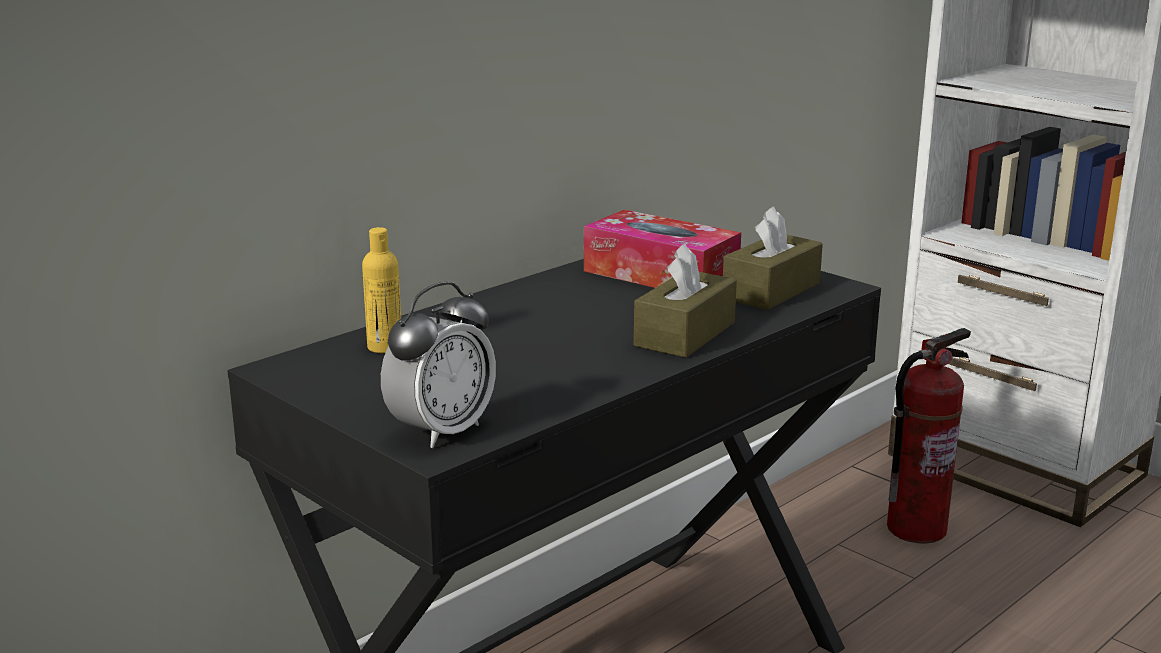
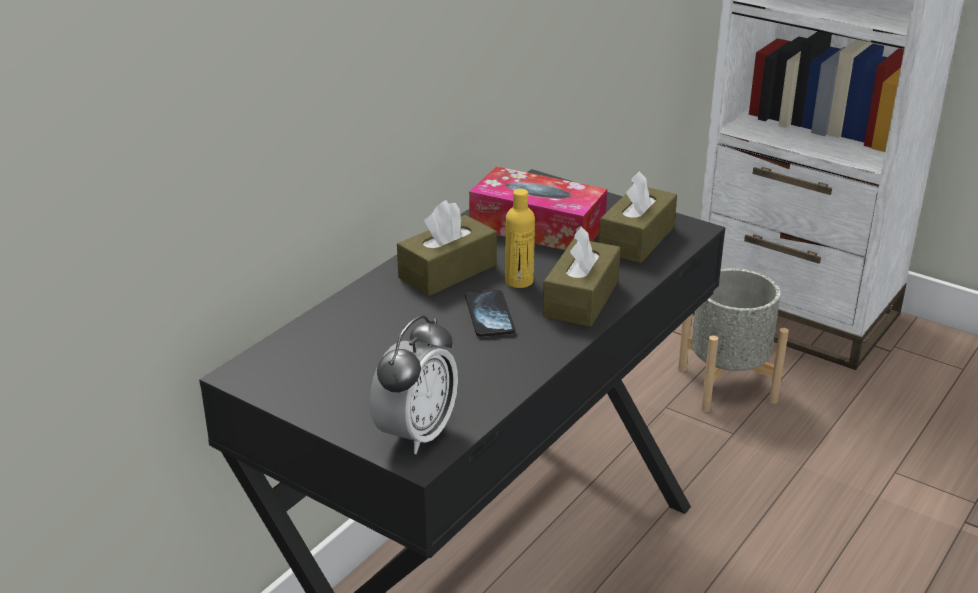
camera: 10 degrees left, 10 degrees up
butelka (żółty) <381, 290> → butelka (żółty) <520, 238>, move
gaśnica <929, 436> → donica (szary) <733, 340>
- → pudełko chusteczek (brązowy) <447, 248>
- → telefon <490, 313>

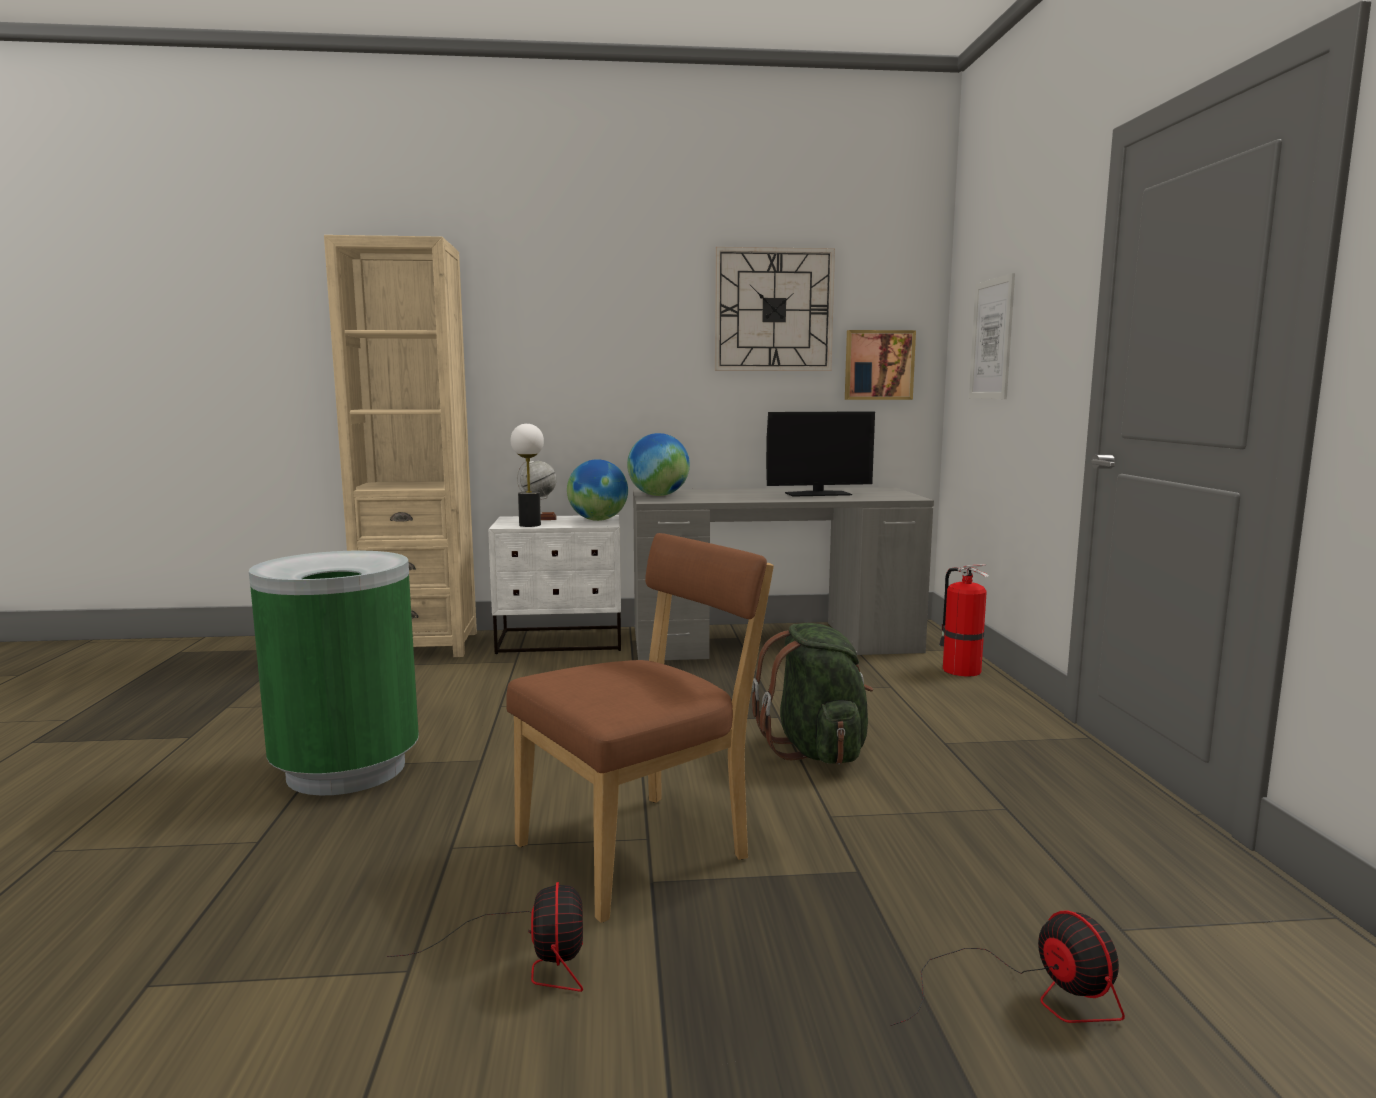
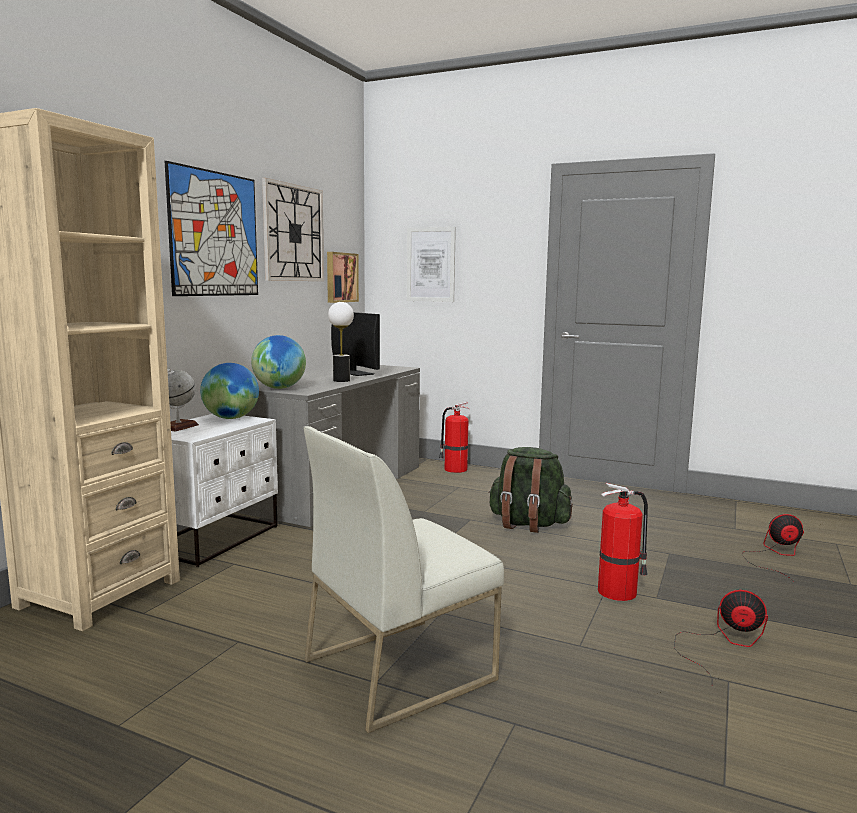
camera: 60 degrees left, 0 degrees up
kosz na śmieci (zielony) <334, 673> → krzesło (biały) <404, 579>
krzesło (brązowy) <640, 728> → gaśnica <623, 542>
lampa stołowa <527, 475> → lampa stołowa <341, 342>, move
monitor <820, 454> → monitor <355, 344>, 60 degrees counterclockwise
- → obraz <211, 228>

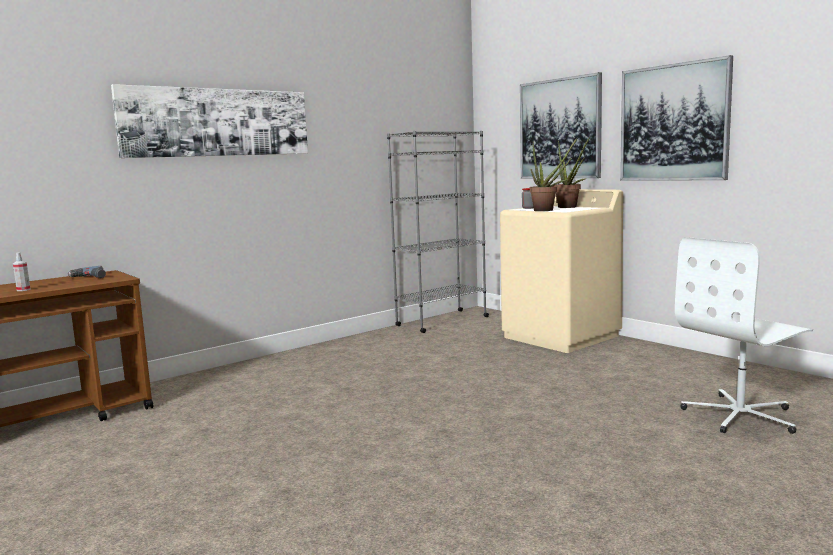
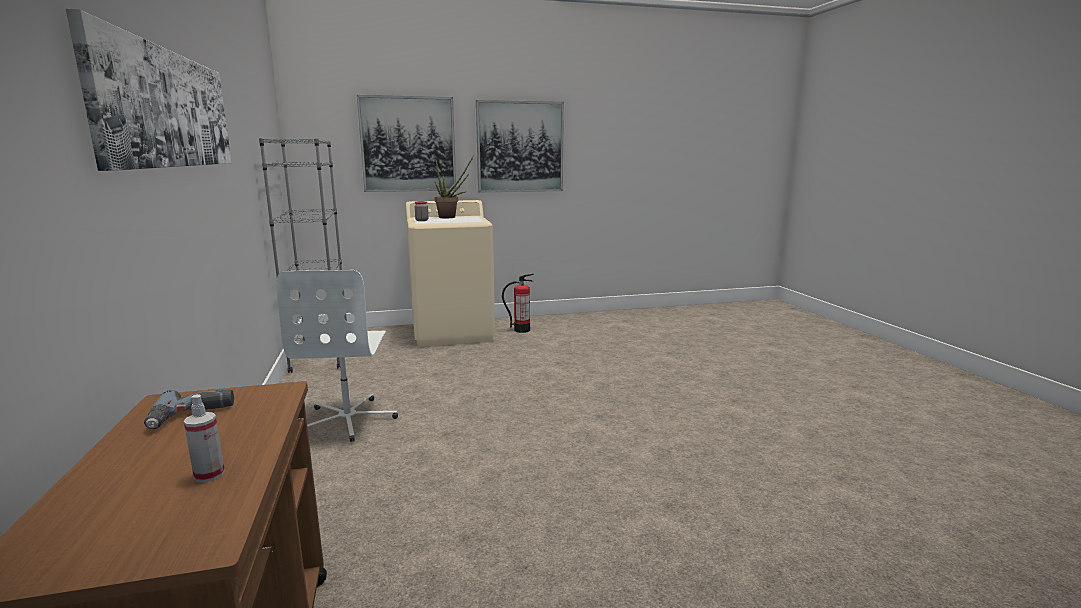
camera: 65 degrees left, 5 degrees up
roślina doniczkowa <554, 174> → -
krzesło biurowe (biały) <744, 335> → krzesło biurowe (biały) <337, 356>, move
- → gaśnica <518, 303>

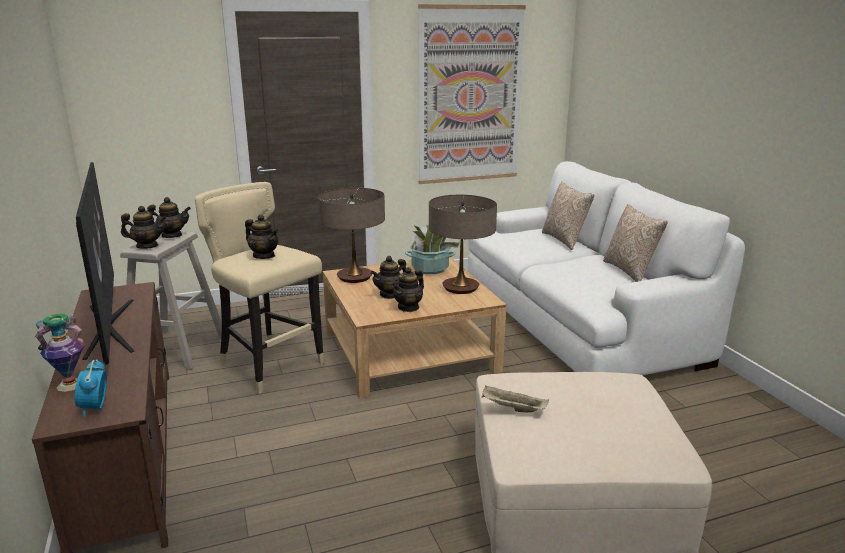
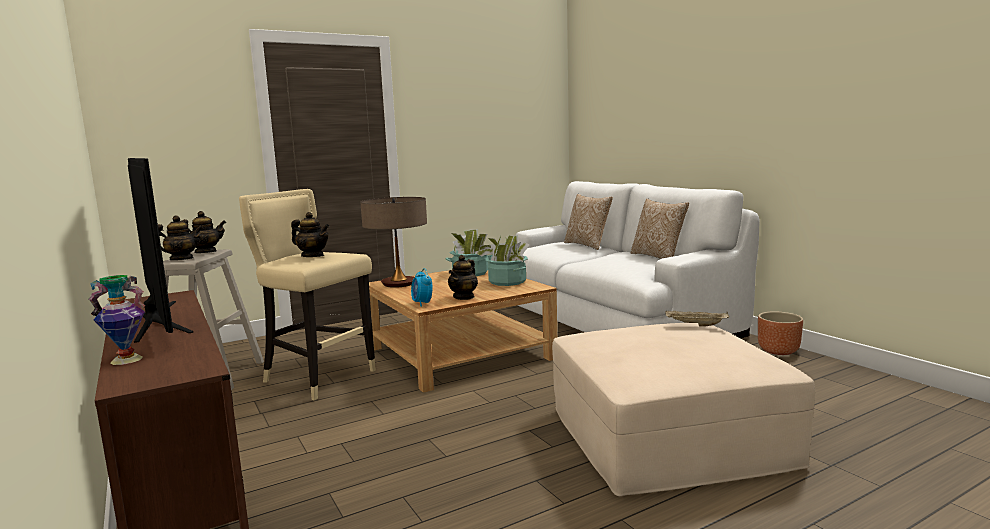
camera: 10 degrees left, 10 degrees down
budzik <91, 388> → budzik <422, 287>, move
imbryk <388, 277> → -
obraz <472, 94> → -
lampa stołowa <463, 244> → roślina doniczkowa <502, 260>
taca (beżowy) <515, 399> → taca (beżowy) <697, 319>, move
- → donica (brązowy) <780, 333>

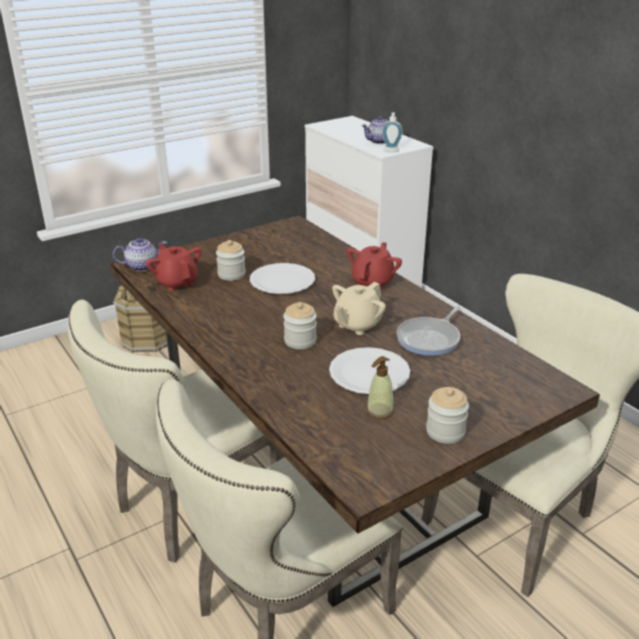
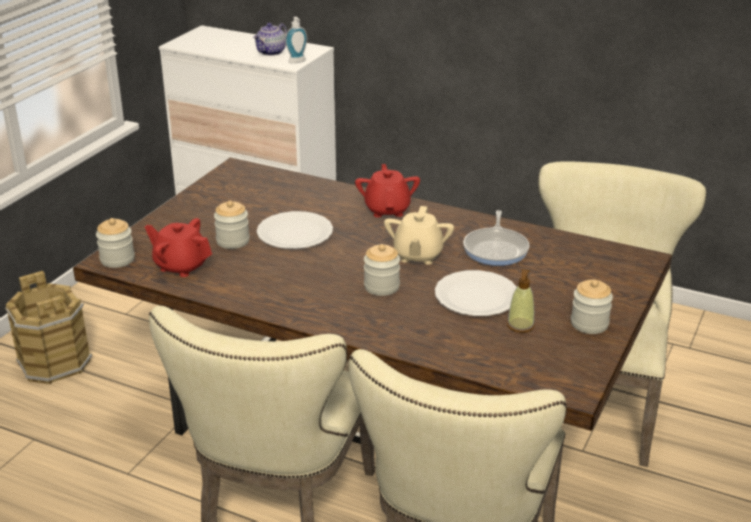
camera: 30 degrees left, 0 degrees up
imbryk <140, 254> → słoik <115, 243>

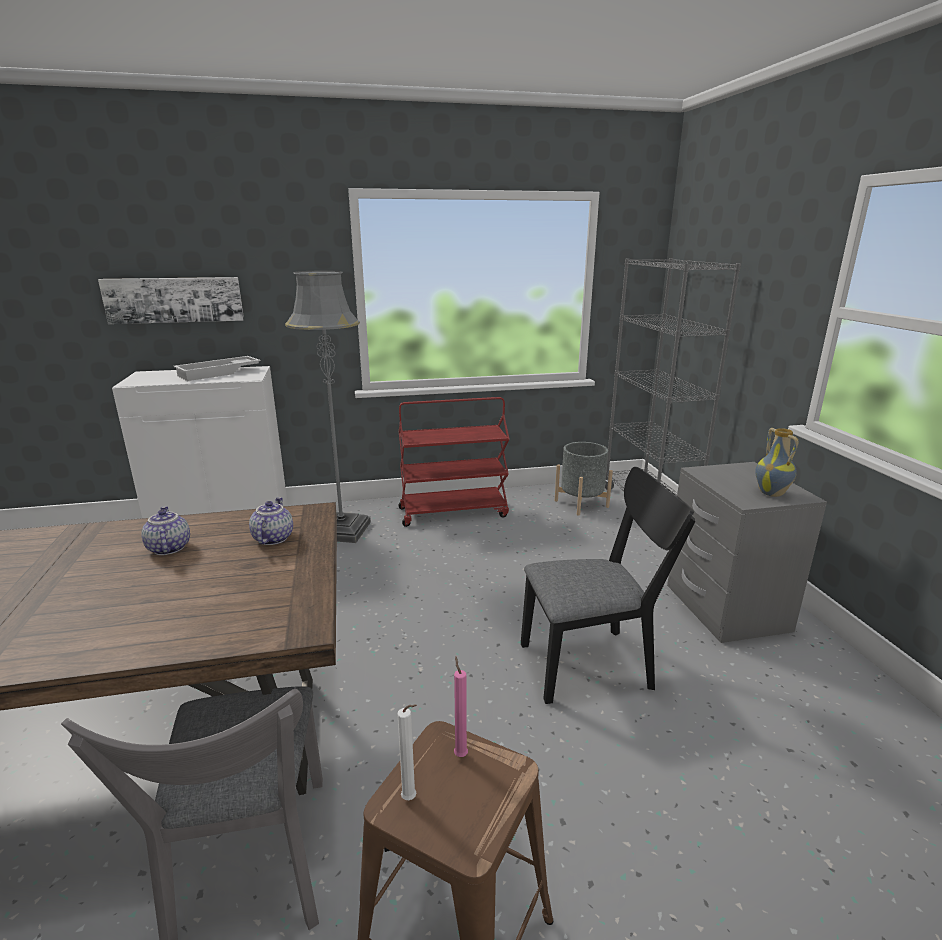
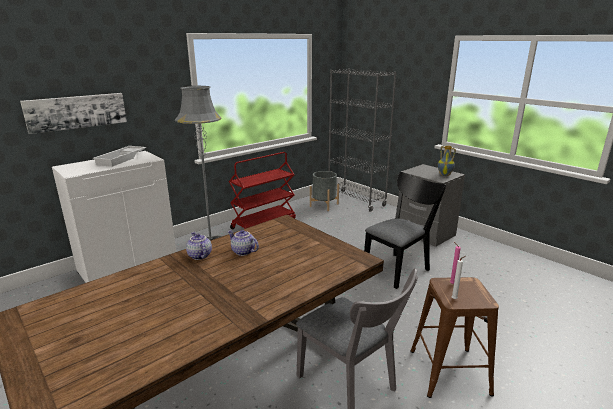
camera: 30 degrees left, 0 degrees up
imbryk <271, 521> → imbryk <199, 246>, move

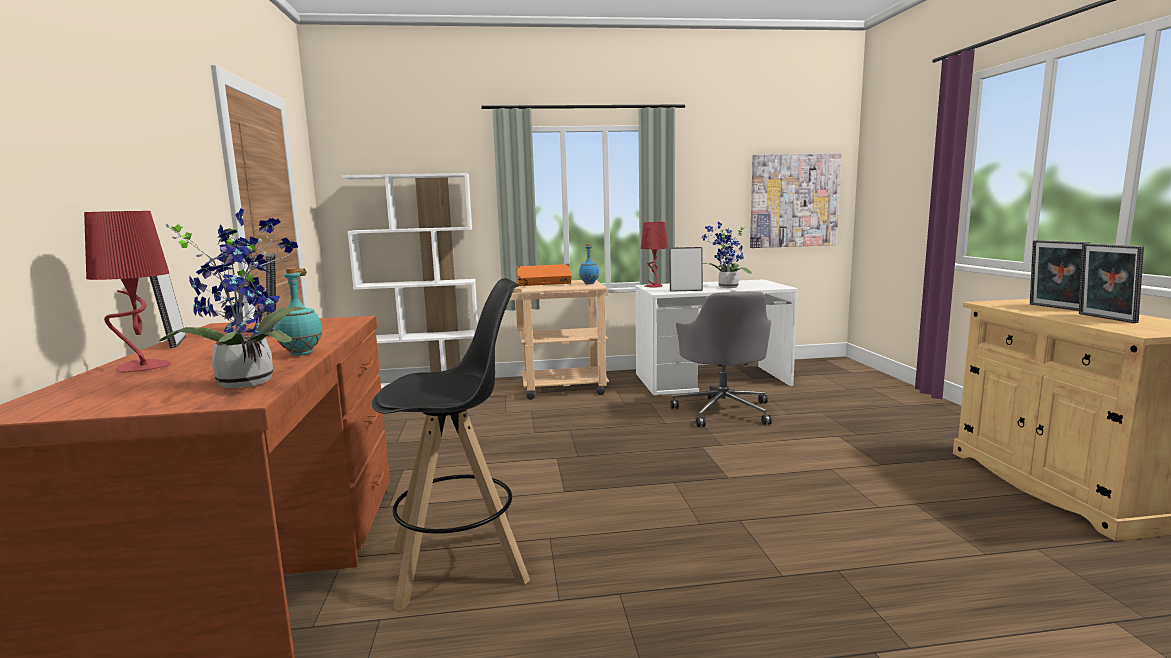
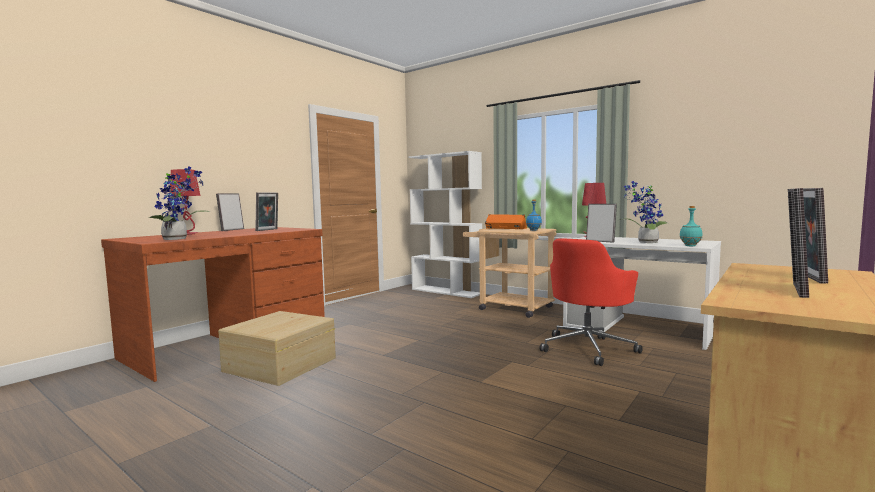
camera: 45 degrees right, 5 degrees down
butelka (turkusowy) <298, 312> → butelka (turkusowy) <691, 226>, move
stołek (czarny) <451, 444> → pojemnik do przechowywania (beżowy) <277, 348>
krzesło biurowe (szary) <721, 359> → krzesło biurowe (czerwony) <591, 302>
obraz <796, 200> → -

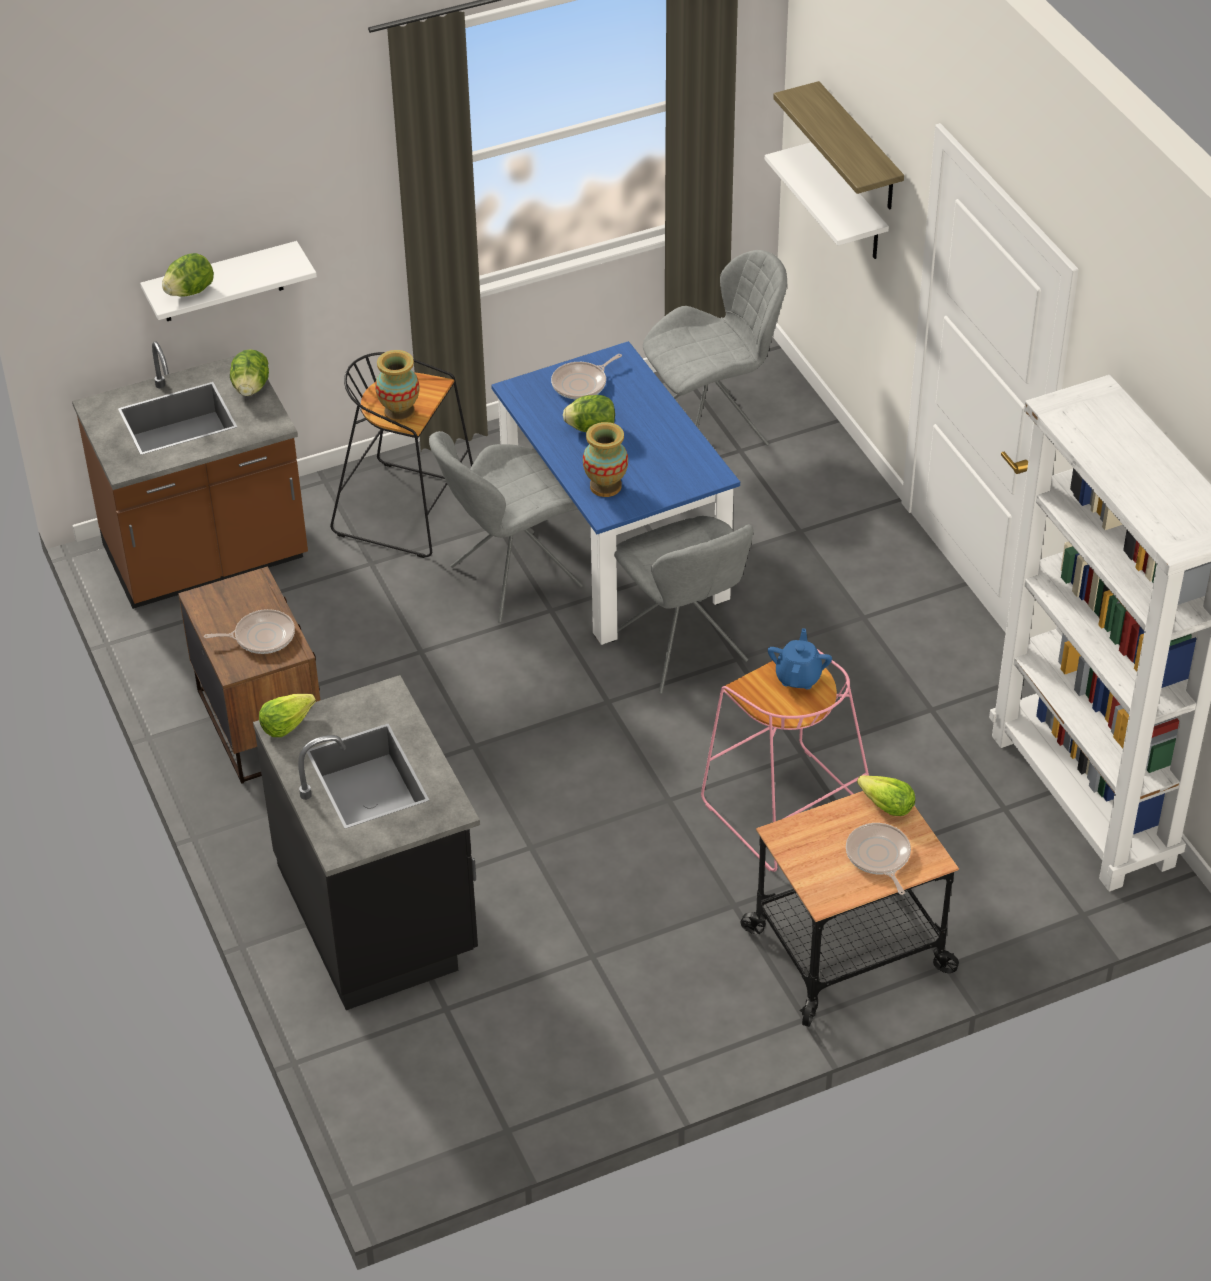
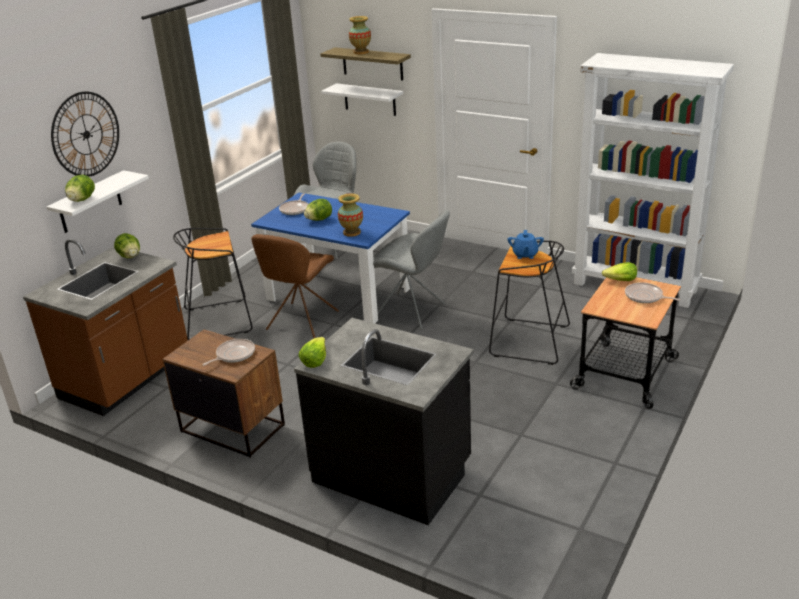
camera: 35 degrees left, 15 degrees down
wazon <397, 386> → wazon <360, 35>, move
krzesło (szary) <506, 527> → krzesło (brązowy) <295, 286>
stołek (różowy) <785, 760> → stołek (czarny) <529, 302>
imbryk (niebieski) <800, 658> → imbryk (niebieski) <526, 244>, 150 degrees counterclockwise
- → zegar ścienny <85, 134>

